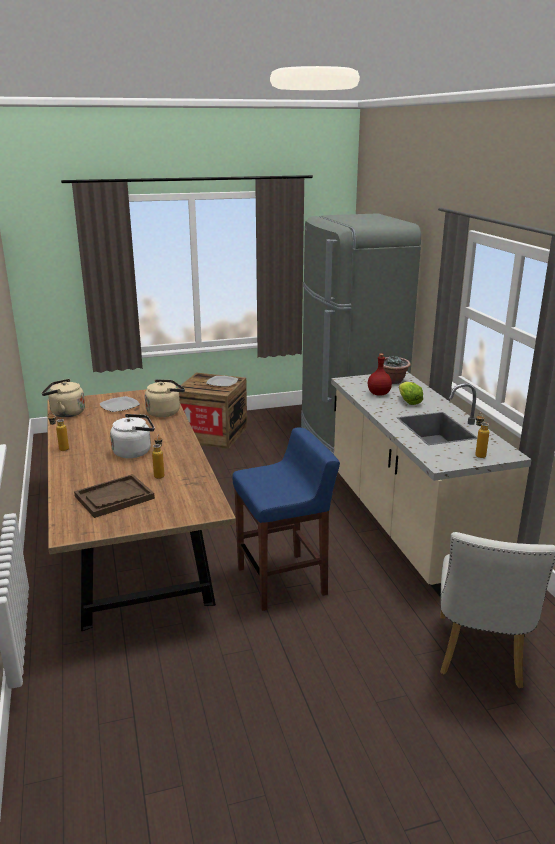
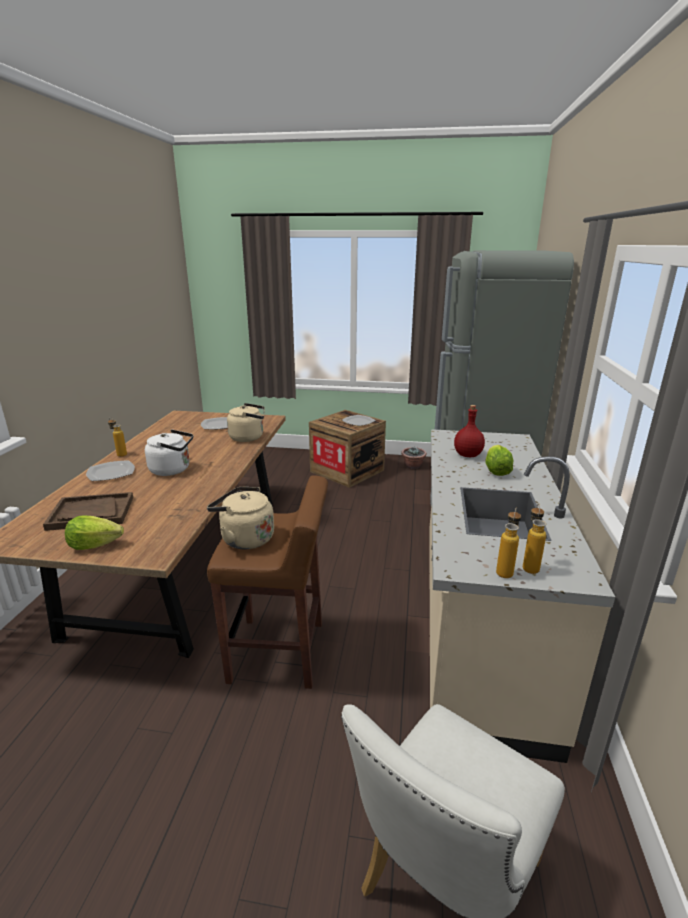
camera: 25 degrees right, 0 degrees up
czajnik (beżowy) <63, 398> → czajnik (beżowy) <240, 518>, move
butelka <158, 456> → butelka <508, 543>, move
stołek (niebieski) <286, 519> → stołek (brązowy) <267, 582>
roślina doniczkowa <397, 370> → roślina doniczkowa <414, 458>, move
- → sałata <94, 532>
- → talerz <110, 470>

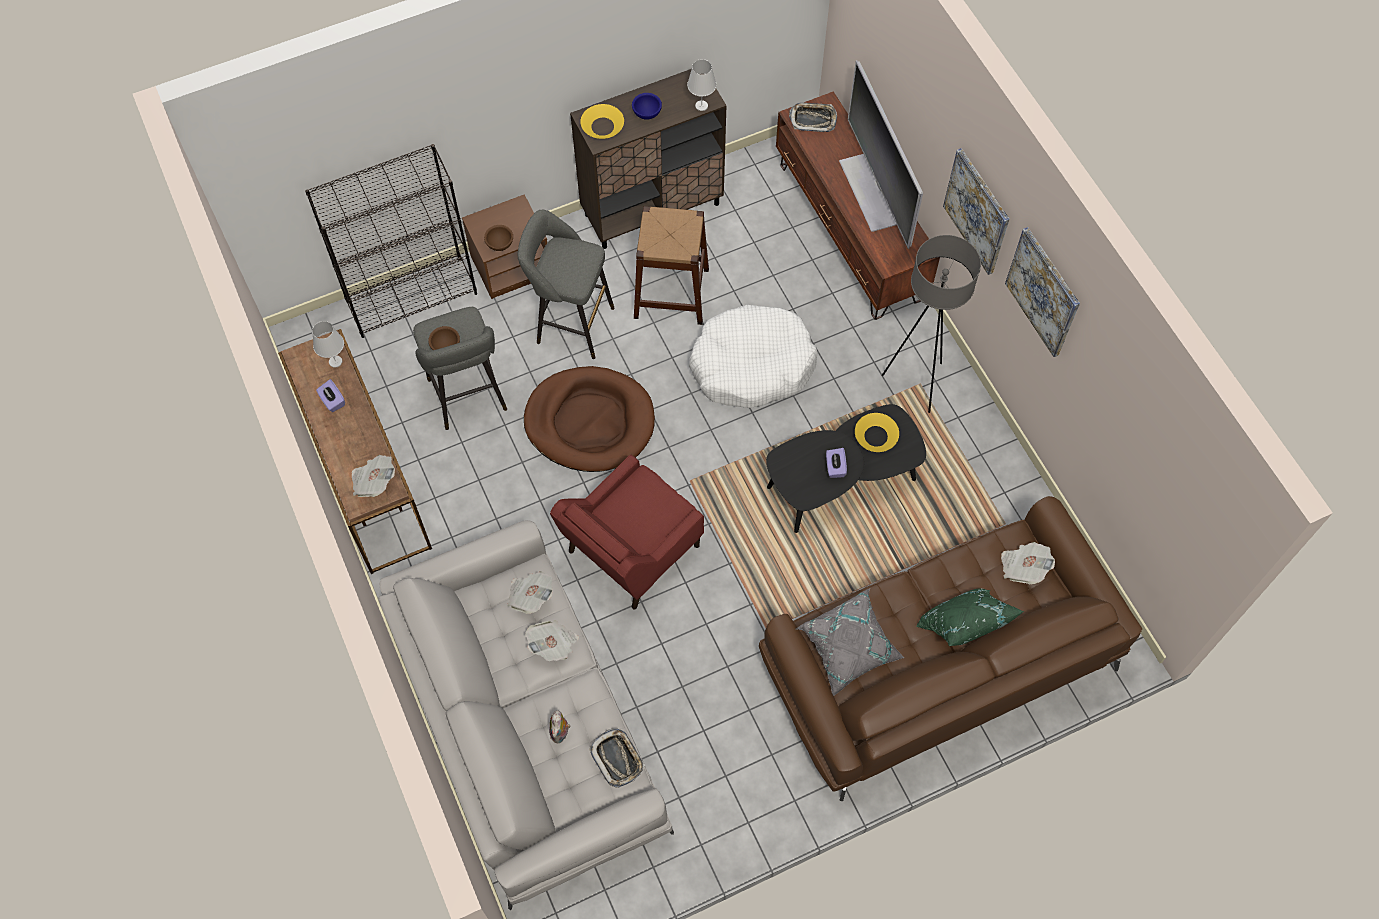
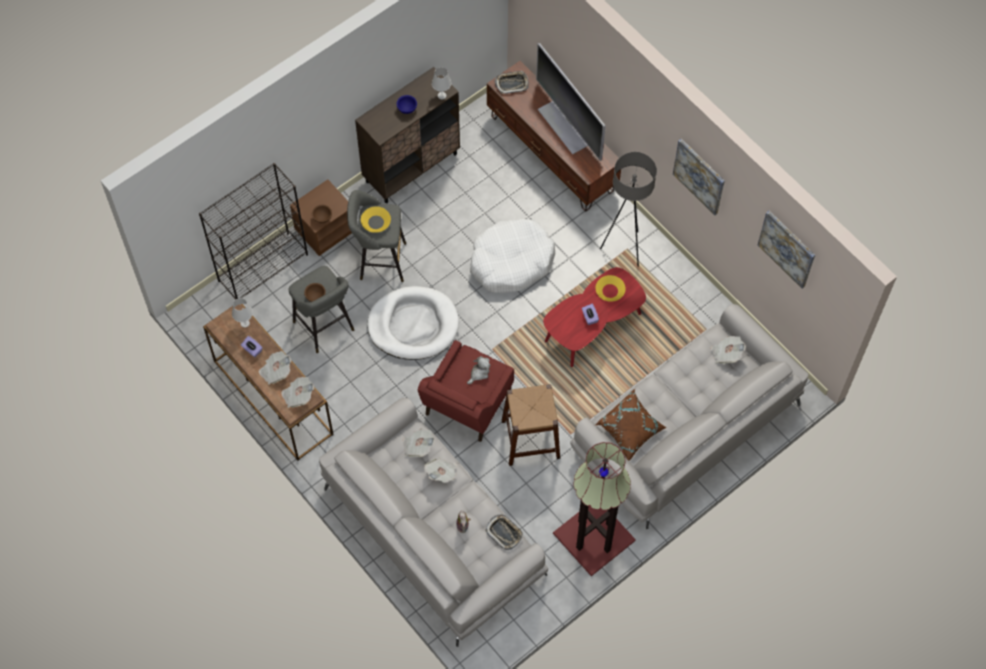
camera: 15 degrees left, 0 degrees up
legowisko (brązowy) <589, 419> → legowisko (biały) <413, 323>
miska (żółty) <602, 121> → miska (żółty) <376, 219>, move
stołek (brązowy) <671, 265> → stołek (brązowy) <531, 425>, move
kanapa (brązowy) <950, 648> → kanapa (szary) <689, 416>
ława (czarny) <846, 468> → ława (czerwony) <594, 317>
poduszka (szary) <850, 642> → poduszka (brązowy) <631, 425>
poduszka (zielony) <970, 617> → -
obraz <976, 211> → obraz <786, 249>, move
- → gazeta <275, 368>
- → pluszak <478, 370>
- → lampa stojąca <594, 509>

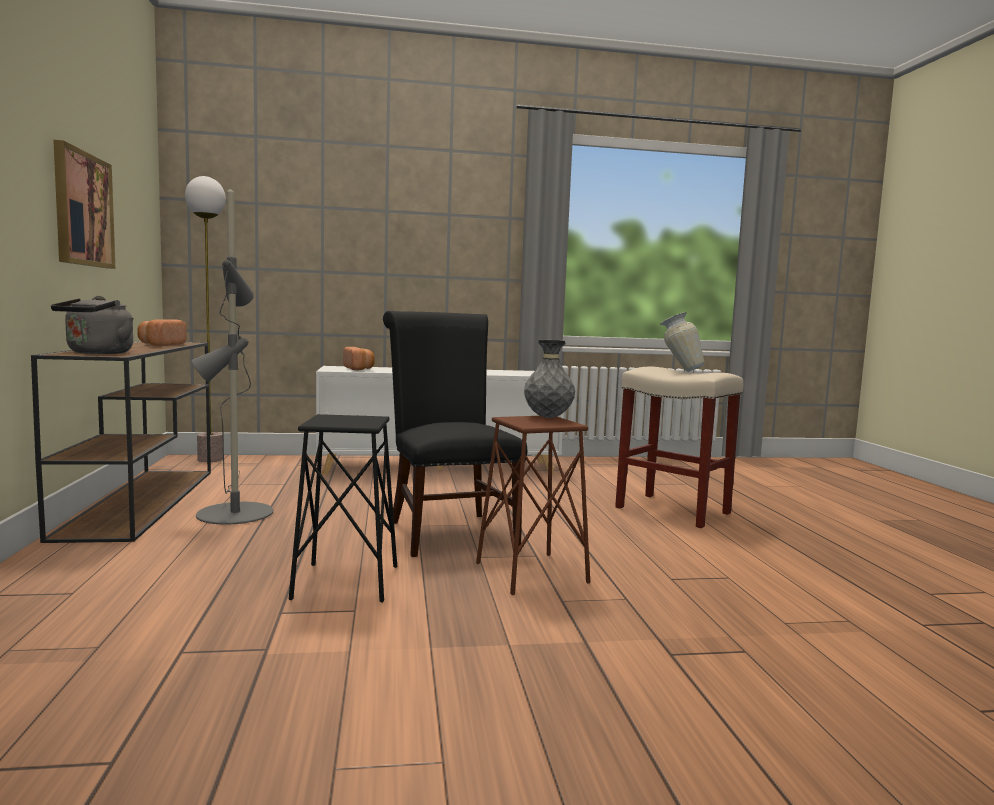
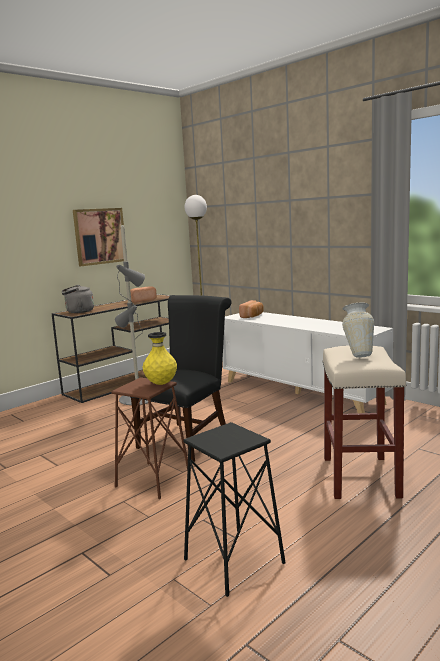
camera: 55 degrees right, 5 degrees up
stołek (czarny) <343, 508> → stołek (czarny) <235, 509>, move
wazon (szary) <549, 379> → wazon (żółty) <160, 358>

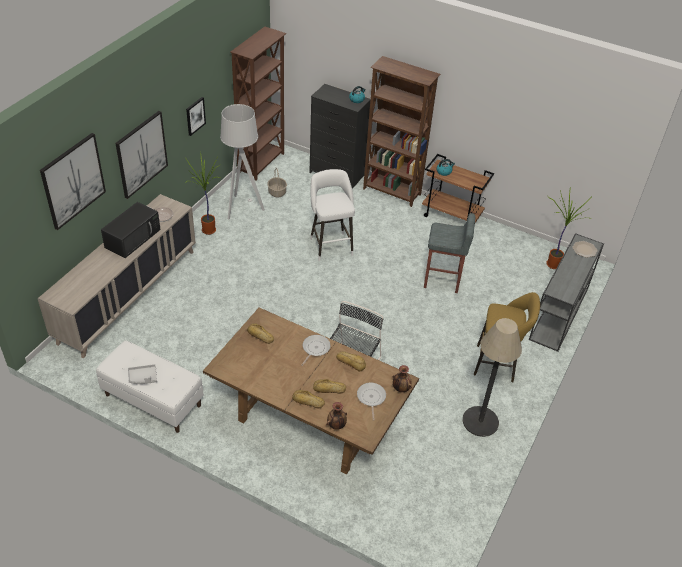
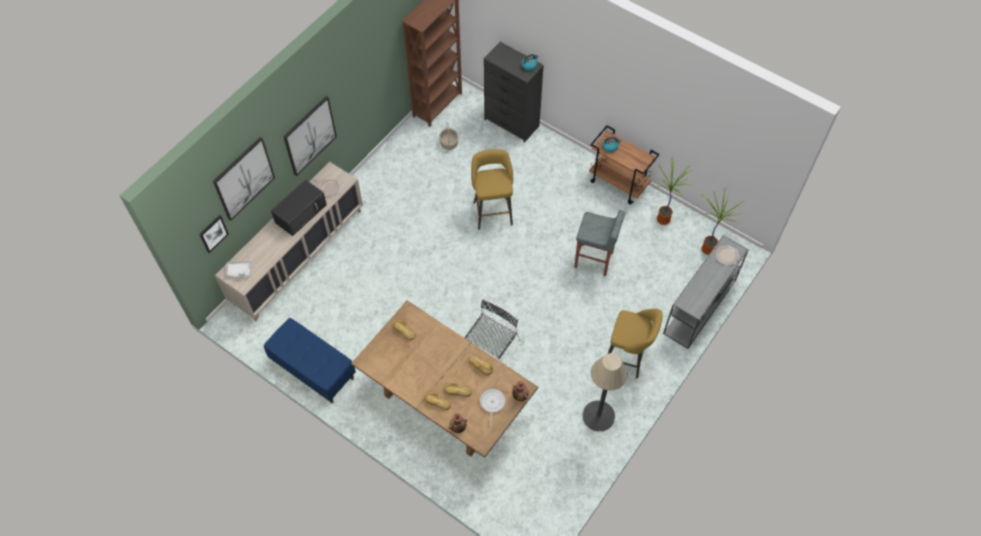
camera: 10 degrees right, 15 degrees up
ławka (biały) <150, 386> → ławka (niebieski) <310, 360>
taca (szary) <142, 374> → taca (szary) <238, 269>, move
roślina doniczkowa <203, 193> → roślina doniczkowa <674, 191>, move
obraz <196, 116> → obraz <214, 234>, move
lampa stojąca (szary) <242, 161> → -
patelnia <315, 350> → -
stołek (biały) <332, 215> → stołek (żółty) <492, 189>
regał (brązowy) <401, 131> → -

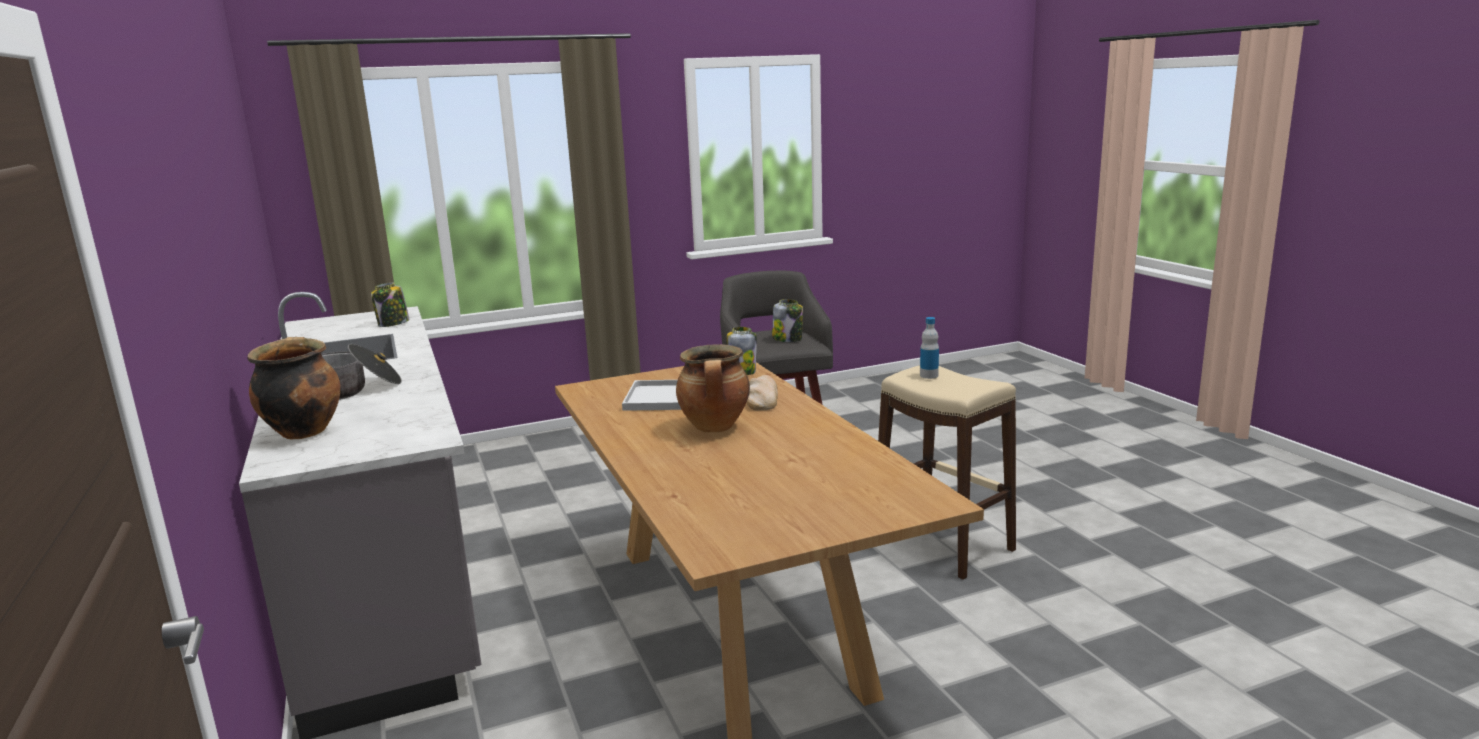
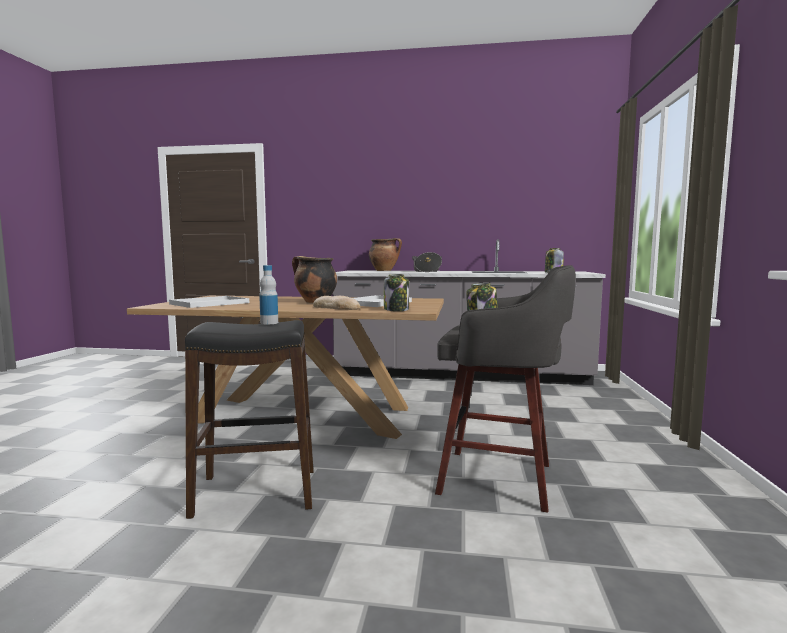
camera: 120 degrees right, 10 degrees down
stołek (beżowy) <947, 472> → stołek (czarny) <249, 419>
- → taca (biały) <209, 302>

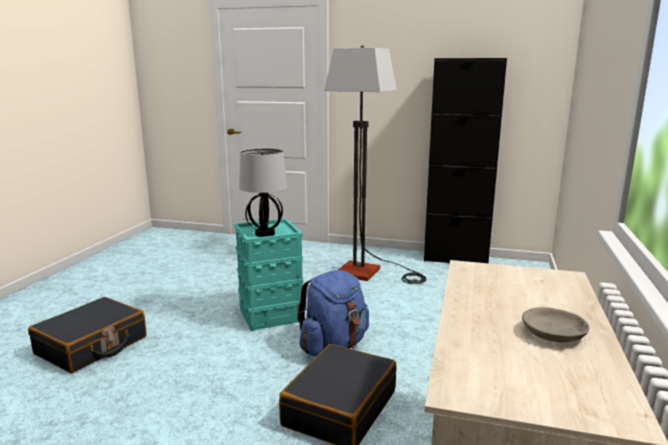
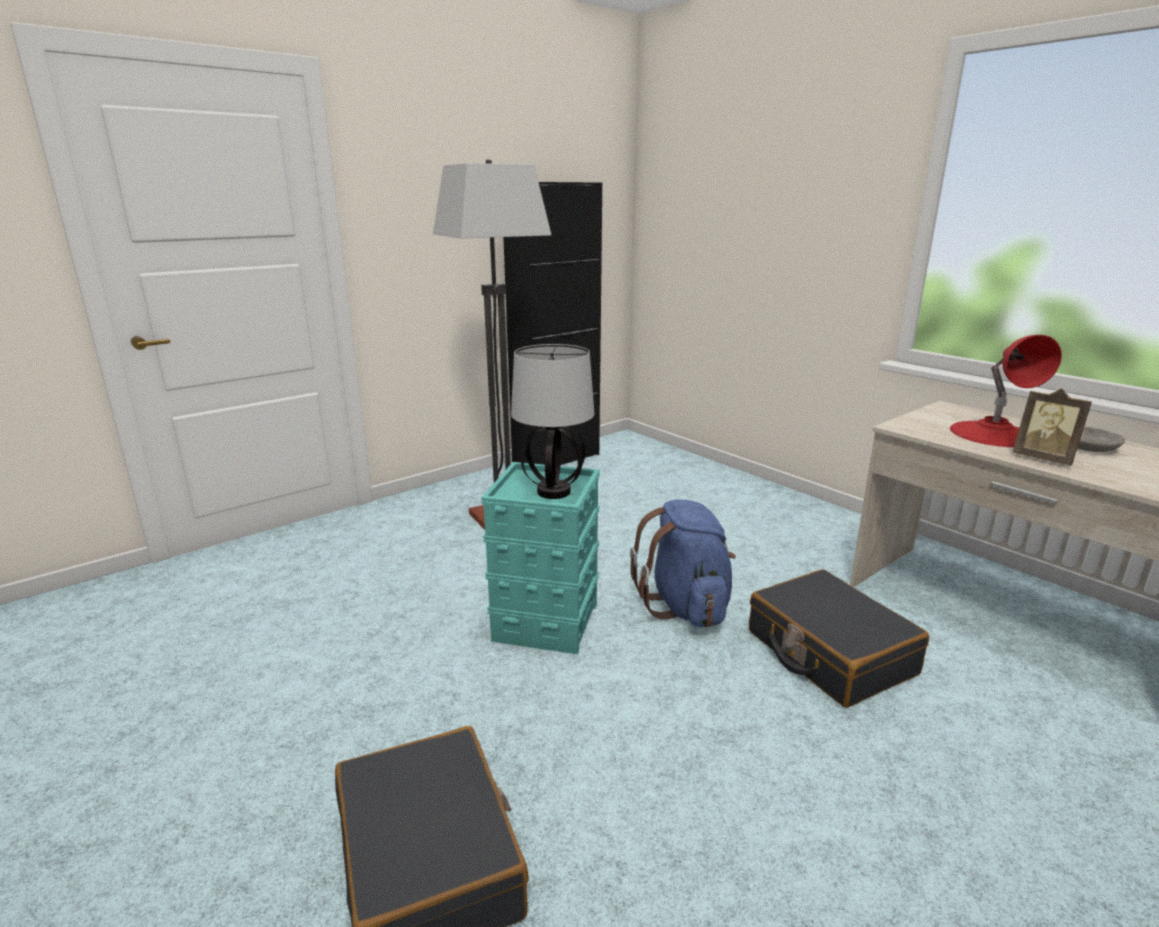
camera: 55 degrees left, 5 degrees up
- → lampa stołowa (czerwony) <1006, 391>
- → ramka na zdjęcie <1052, 427>

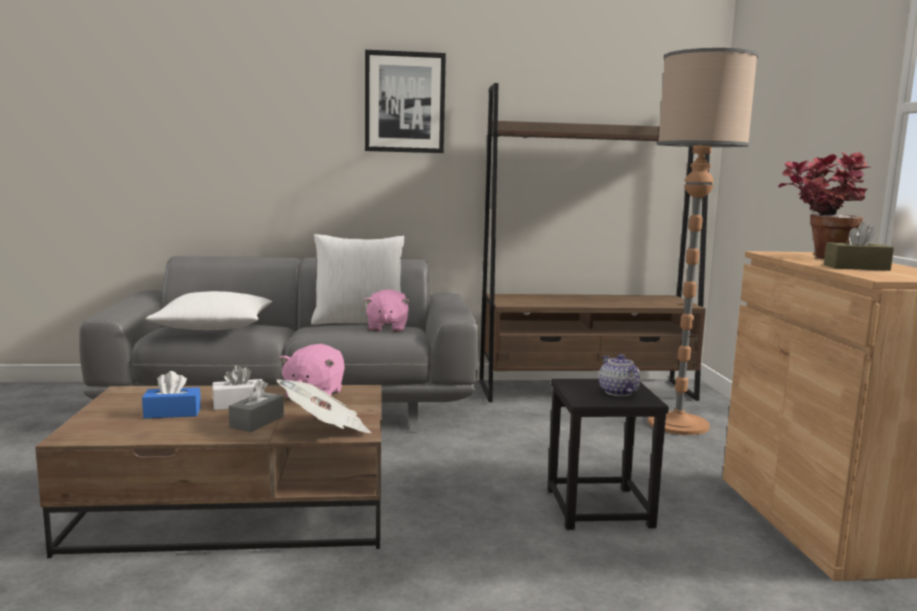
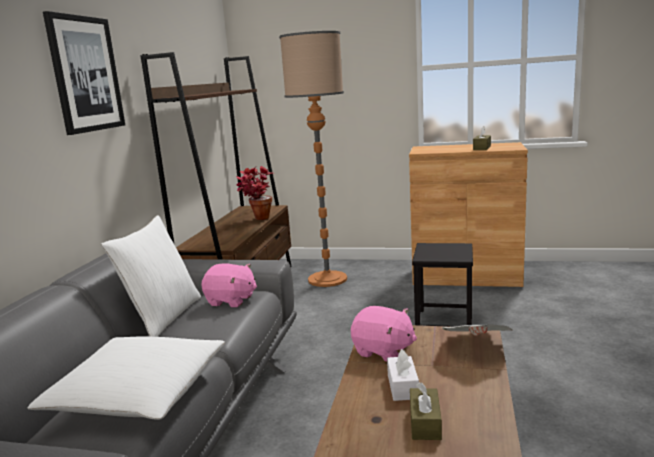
camera: 70 degrees left, 5 degrees up
pudełko chusteczek (niebieski) <171, 395> → pudełko chusteczek (brązowy) <426, 411>
pudełko chusteczek (szary) <256, 406> → -
imbryk <619, 375> → -
roślina doniczkowa <824, 205> → roślina doniczkowa <254, 193>, move

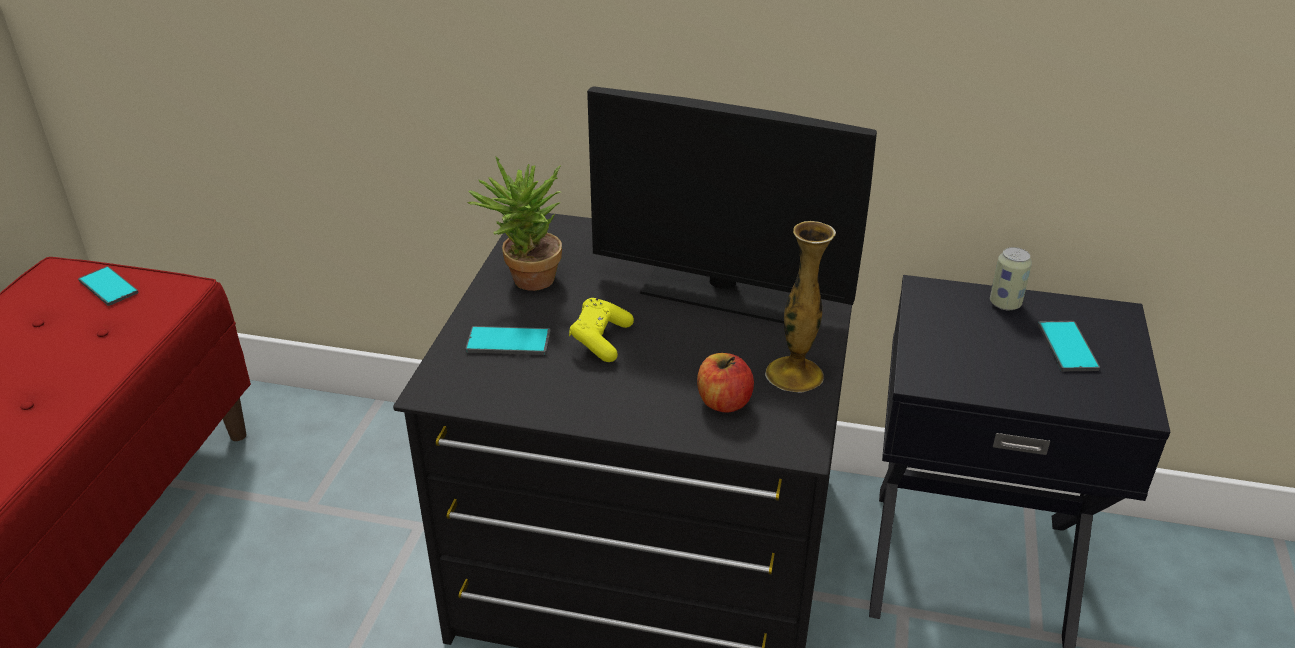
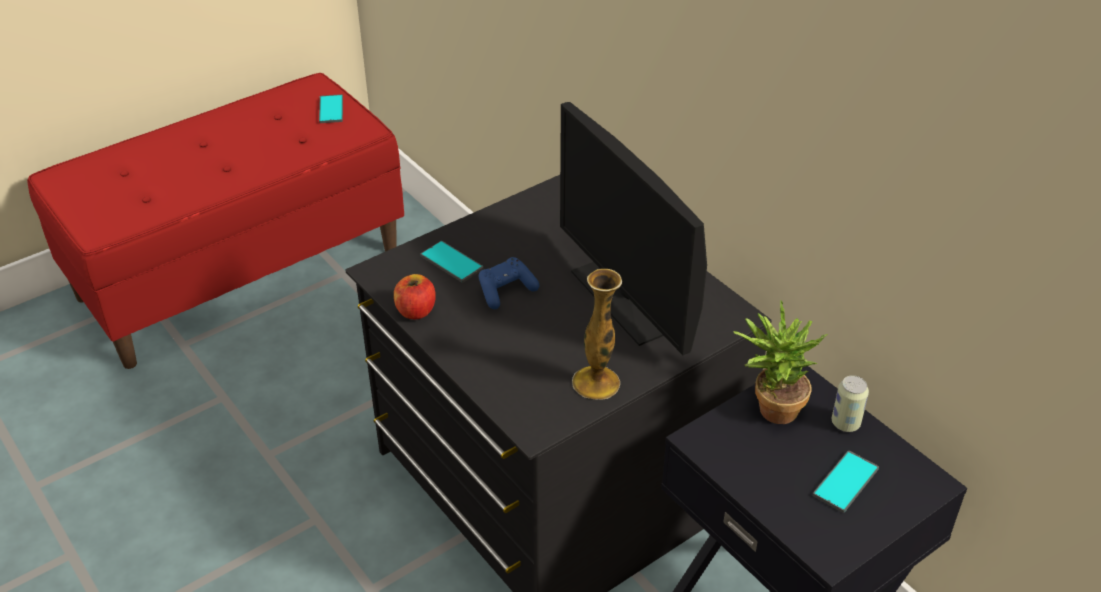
camera: 40 degrees right, 5 degrees up
roślina doniczkowa <514, 224> → roślina doniczkowa <780, 362>, move
pad do gier (żółty) <601, 330> → pad do gier (niebieski) <509, 283>
jabłko <725, 383> → jabłko <415, 296>, move

